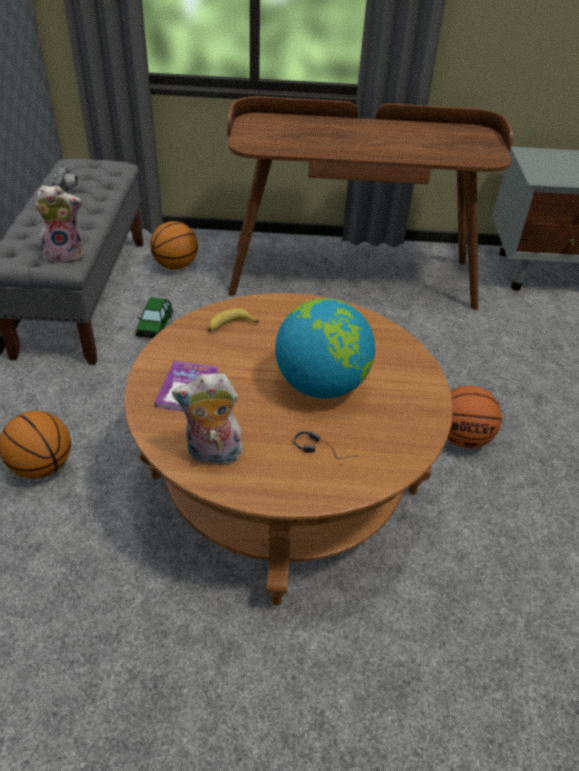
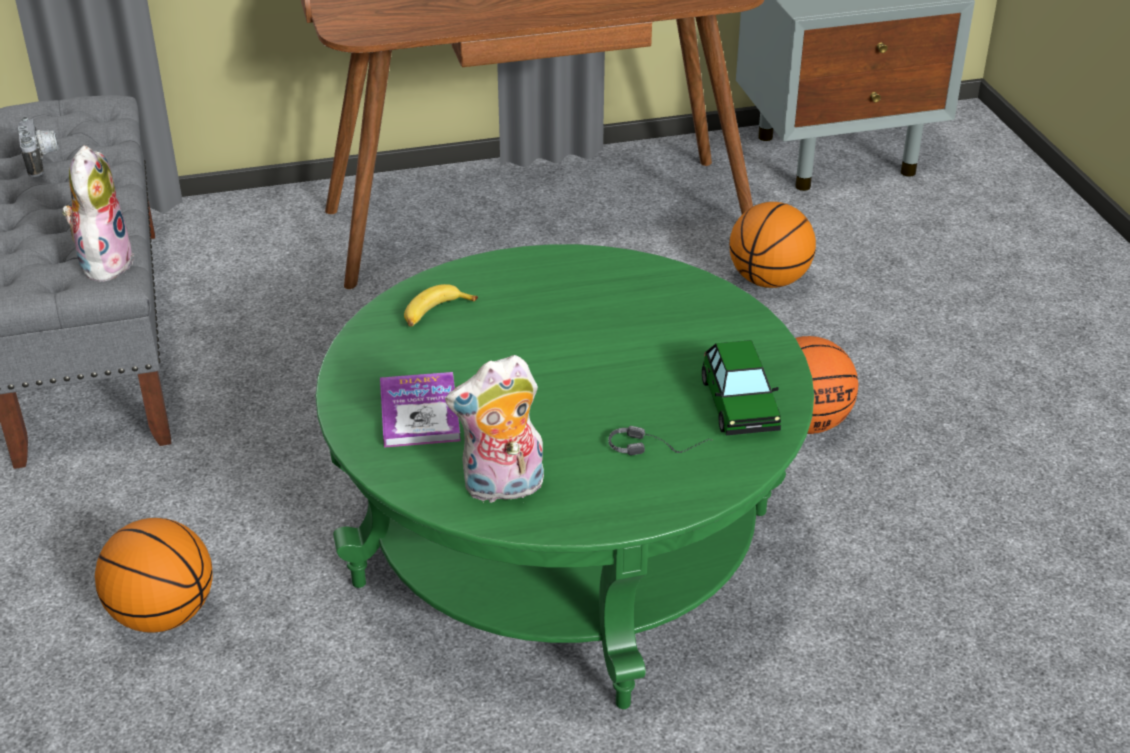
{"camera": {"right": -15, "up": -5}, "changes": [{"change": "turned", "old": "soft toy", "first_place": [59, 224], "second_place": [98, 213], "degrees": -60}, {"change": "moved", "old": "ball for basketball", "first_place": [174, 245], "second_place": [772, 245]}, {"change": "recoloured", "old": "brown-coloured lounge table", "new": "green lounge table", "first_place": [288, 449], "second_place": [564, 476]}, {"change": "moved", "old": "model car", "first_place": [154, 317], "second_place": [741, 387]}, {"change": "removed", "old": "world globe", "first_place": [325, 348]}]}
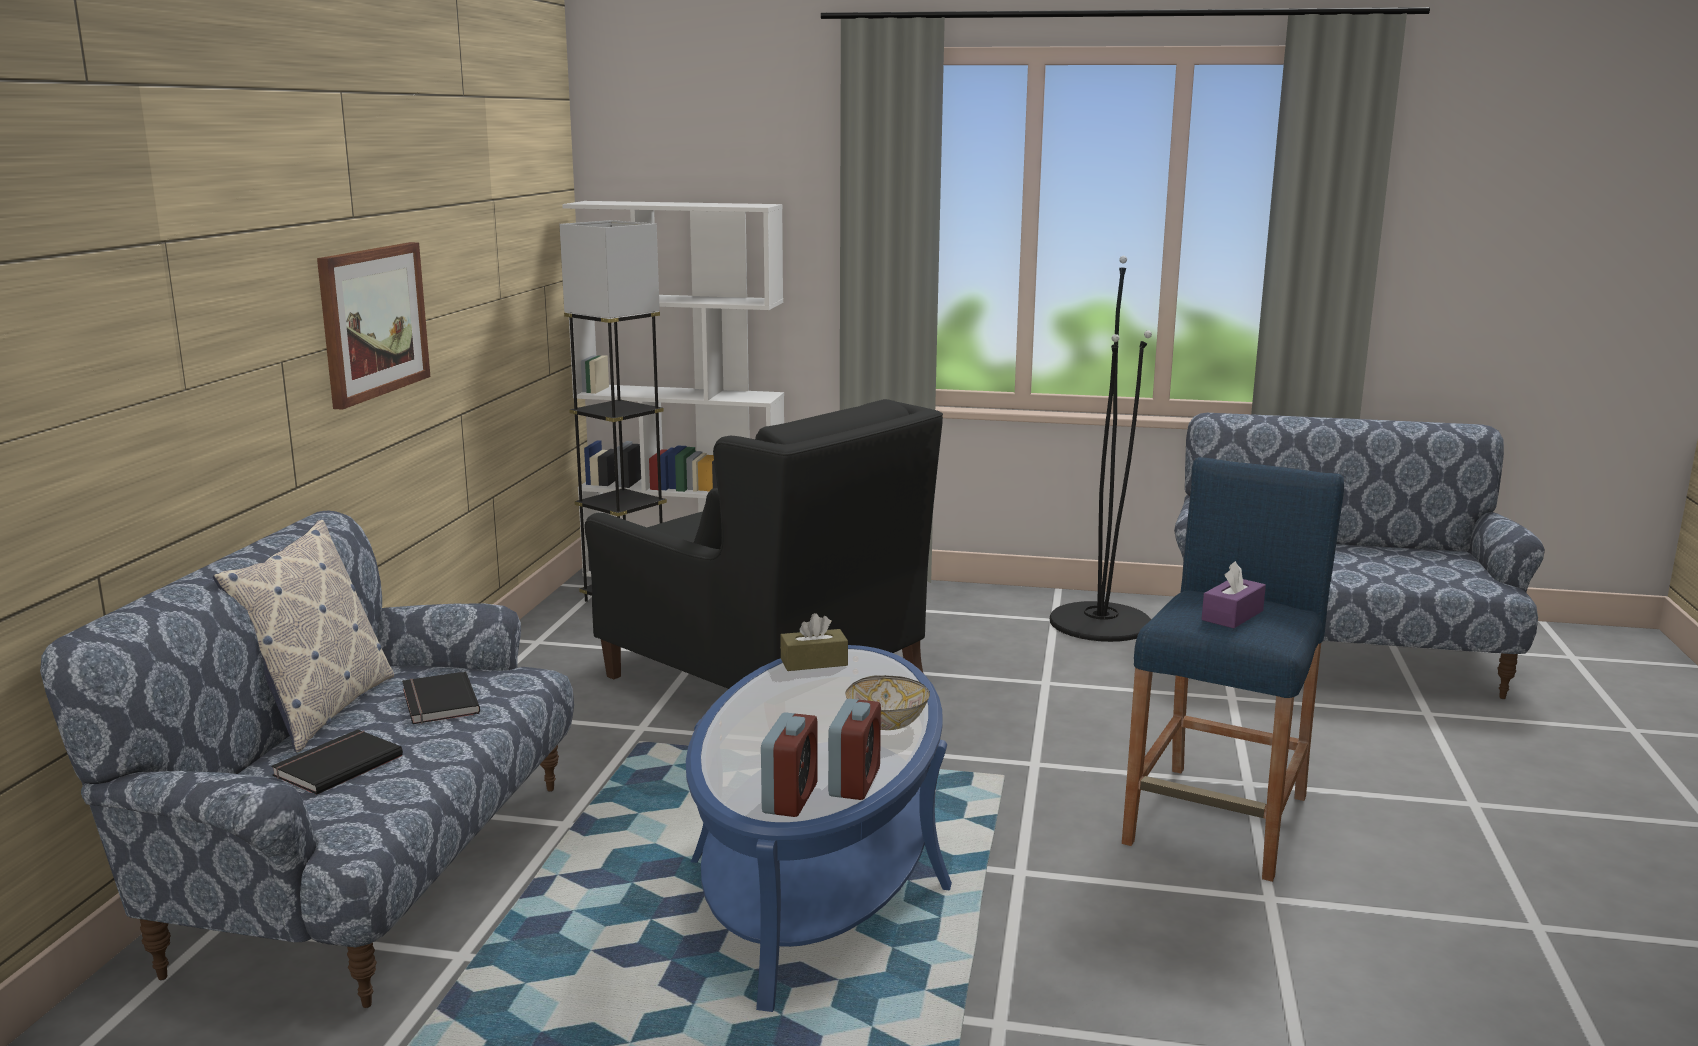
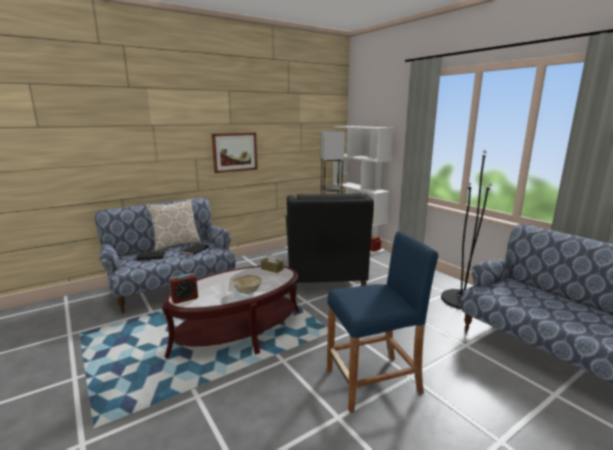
{"camera": {"right": 45, "up": 0}, "changes": [{"change": "removed", "old": "purplish tissue holder", "first_place": [1234, 594]}, {"change": "recoloured", "old": "bluish lounge table", "new": "brown-coloured lounge table", "first_place": [819, 828], "second_place": [231, 312]}, {"change": "removed", "old": "alarm clock", "first_place": [854, 749]}]}
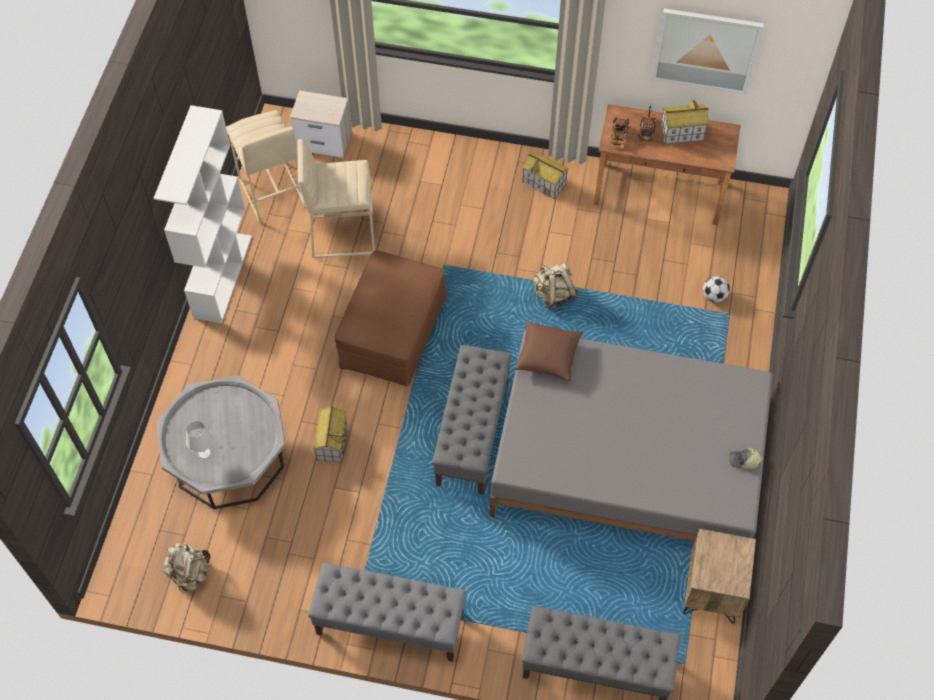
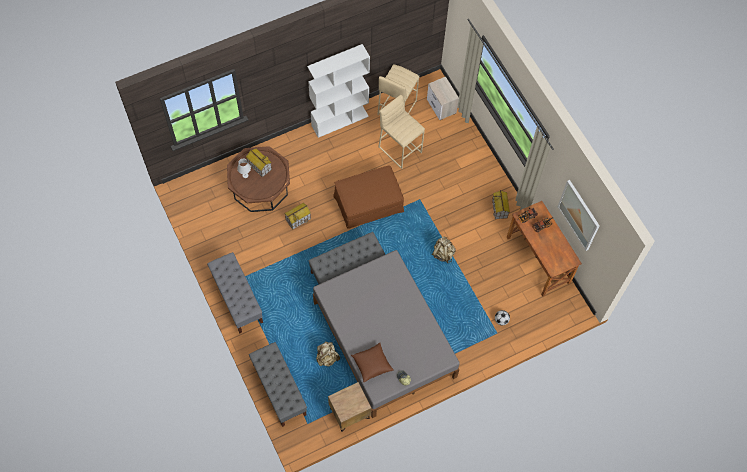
{"camera": {"right": 50, "up": 5}, "changes": [{"change": "moved", "old": "model house", "first_place": [684, 121], "second_place": [259, 163]}, {"change": "moved", "old": "brown-coloured cushion", "first_place": [548, 351], "second_place": [372, 362]}, {"change": "recoloured", "old": "grey lounge table", "new": "brown-coloured lounge table", "first_place": [221, 442], "second_place": [258, 179]}, {"change": "moved", "old": "beige-coloured knapsack", "first_place": [186, 567], "second_place": [328, 354]}]}
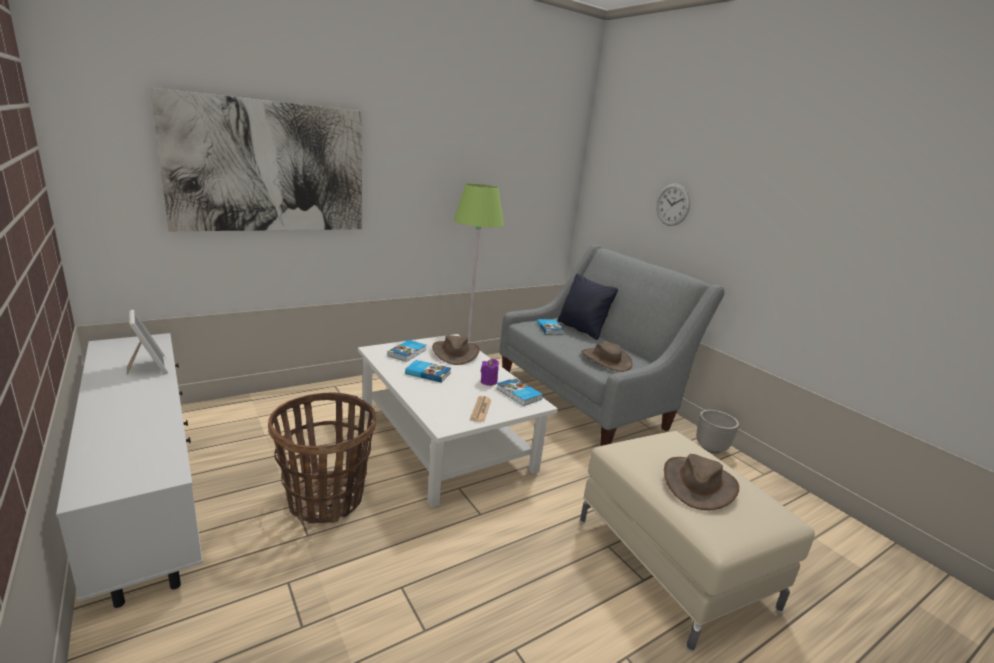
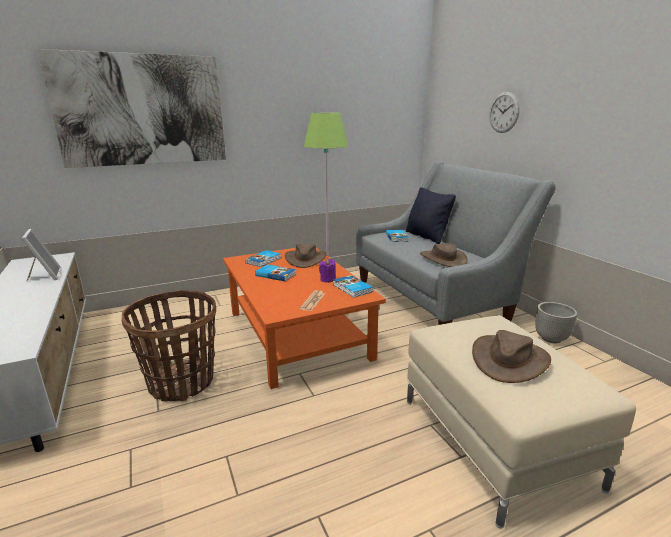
{"camera": {"right": 10, "up": 0}, "changes": [{"change": "recoloured", "old": "whitish lounge table", "new": "orange-coloured lounge table", "first_place": [458, 420], "second_place": [304, 318]}]}
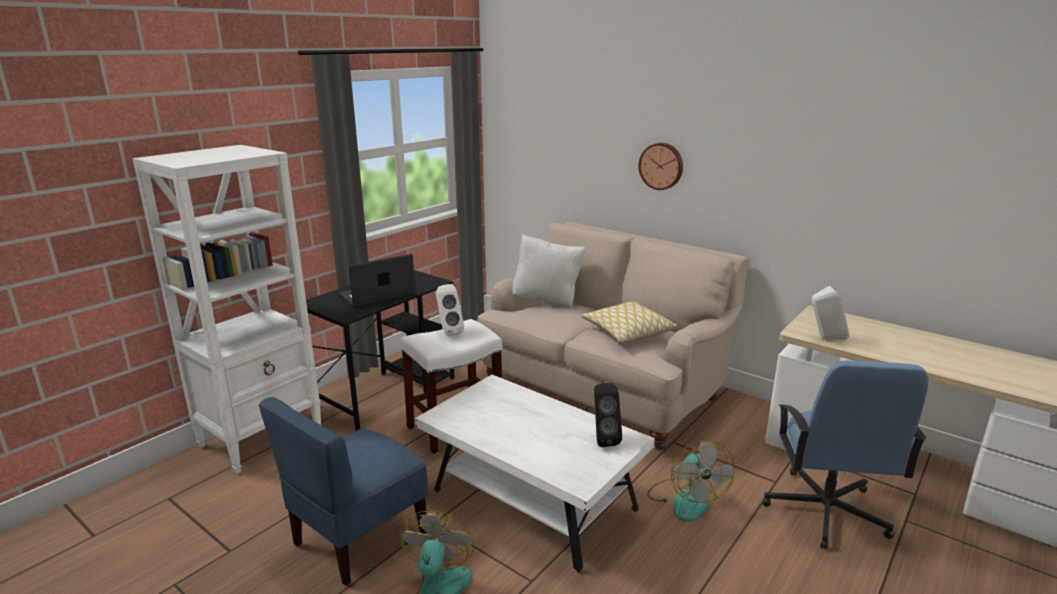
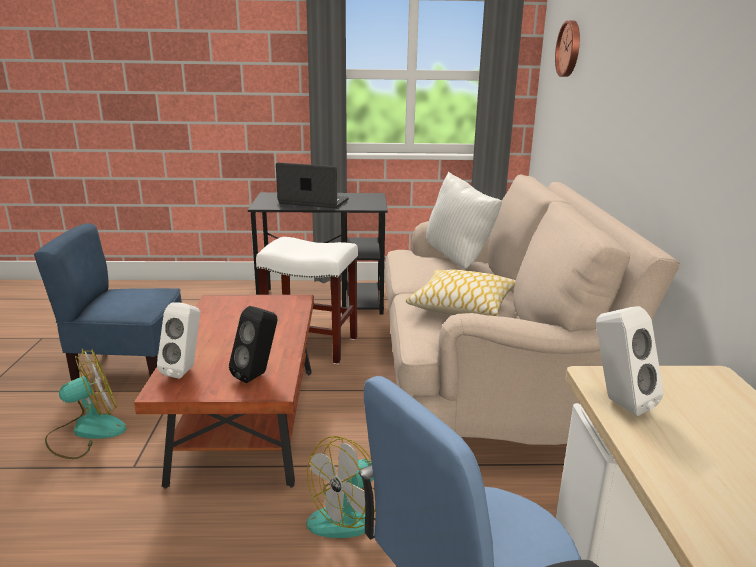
{"camera": {"right": 50, "up": 0}, "changes": [{"change": "moved", "old": "hanging clock", "first_place": [660, 166], "second_place": [567, 48]}, {"change": "removed", "old": "whitish shelving unit", "first_place": [227, 309]}, {"change": "moved", "old": "whitish speaker", "first_place": [450, 310], "second_place": [178, 340]}, {"change": "recoloured", "old": "whitish lounge table", "new": "brown-coloured lounge table", "first_place": [535, 473], "second_place": [224, 392]}]}
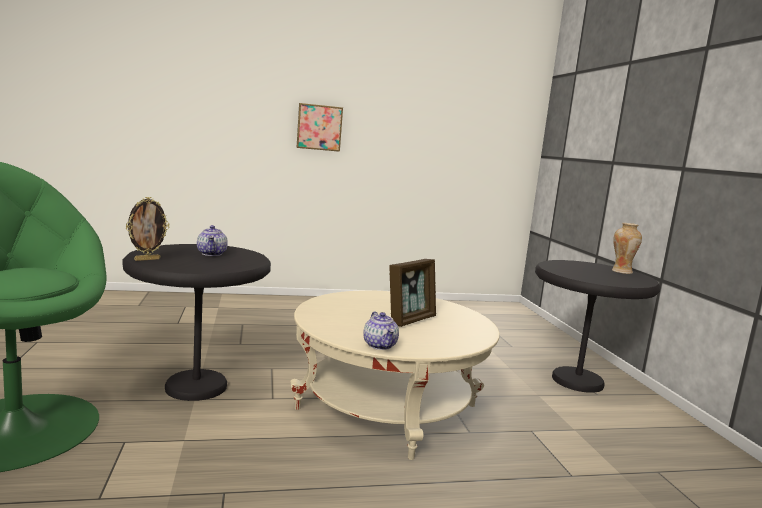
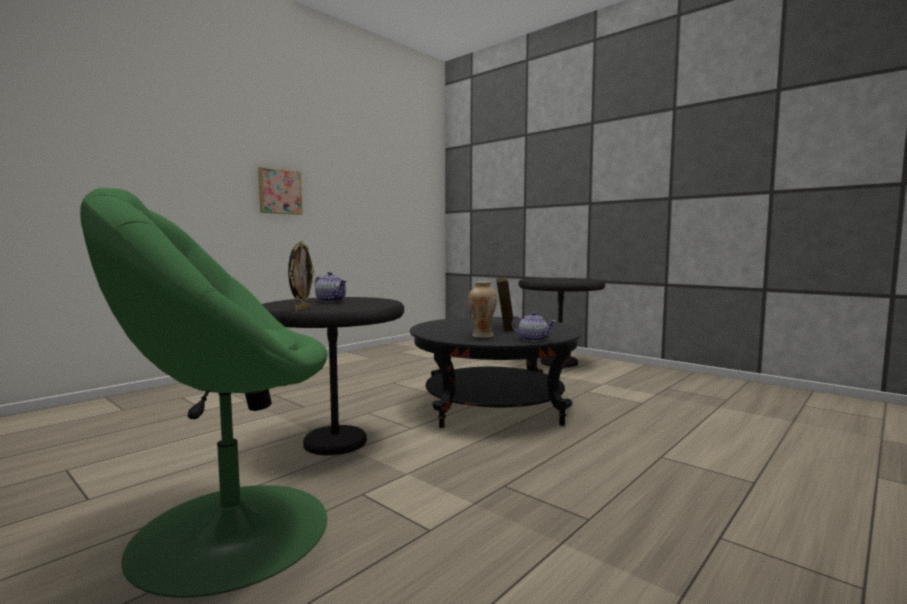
{"camera": {"right": -35, "up": -5}, "changes": [{"change": "moved", "old": "flower vase", "first_place": [627, 248], "second_place": [482, 309]}, {"change": "recoloured", "old": "beige-coloured lounge table", "new": "blackish lounge table", "first_place": [395, 375], "second_place": [496, 372]}]}
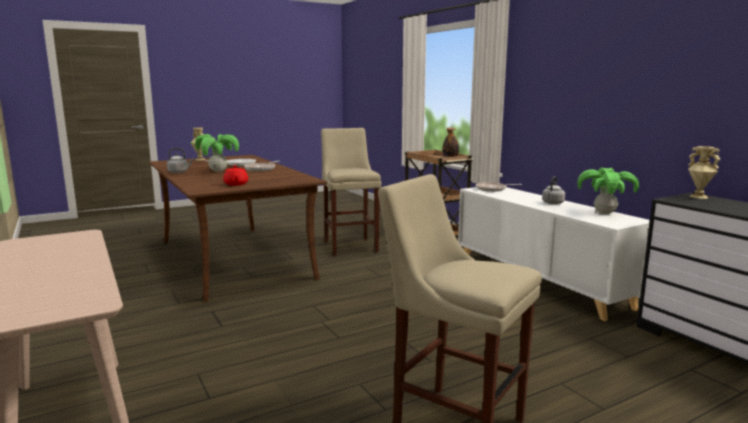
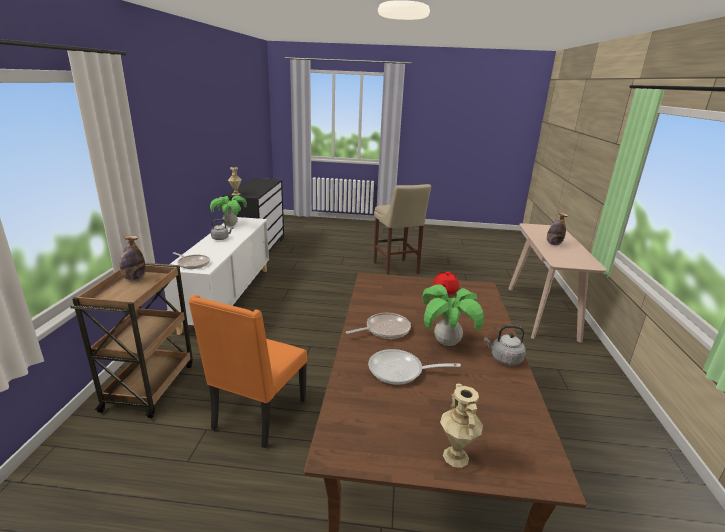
{"camera": {"right": -145, "up": 10}, "changes": [{"change": "replaced", "old": "beige-coloured stool", "new": "orange-coloured plain chair", "first_place": [351, 192], "second_place": [247, 371]}, {"change": "added", "new": "bottle", "second_place": [557, 229]}]}
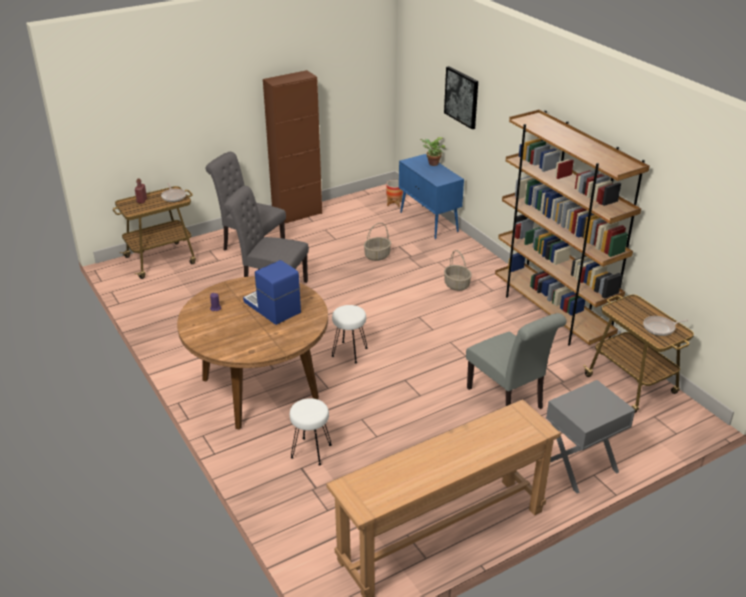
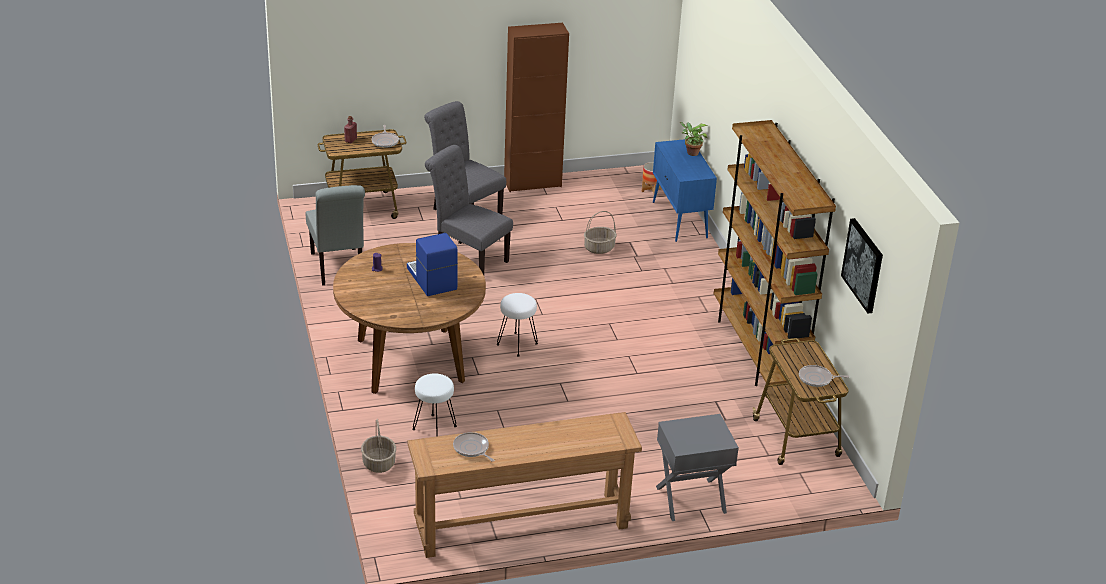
{"camera": {"right": 15, "up": 0}, "changes": [{"change": "moved", "old": "picture", "first_place": [461, 97], "second_place": [862, 265]}, {"change": "moved", "old": "household basket", "first_place": [458, 270], "second_place": [378, 446]}, {"change": "moved", "old": "grey plain chair", "first_place": [516, 361], "second_place": [335, 235]}, {"change": "added", "new": "pan", "second_place": [473, 447]}]}
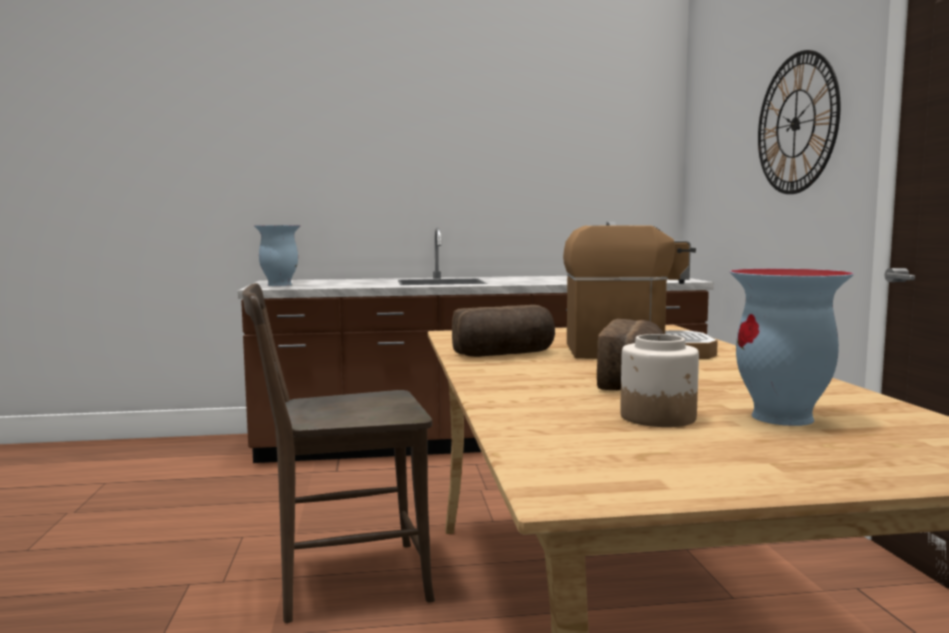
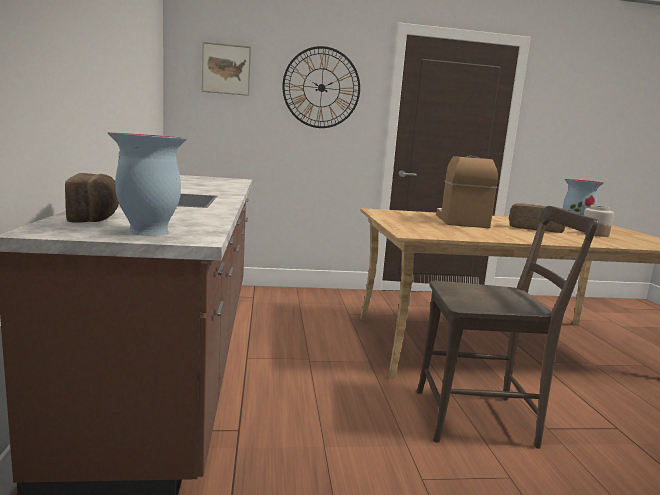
{"camera": {"right": -90, "up": 5}, "changes": [{"change": "turned", "old": "brown-coloured plain chair", "first_place": [338, 453], "second_place": [507, 327], "degrees": -75}, {"change": "moved", "old": "bakery bread", "first_place": [503, 331], "second_place": [92, 197]}, {"change": "added", "new": "picture", "second_place": [226, 69]}]}
